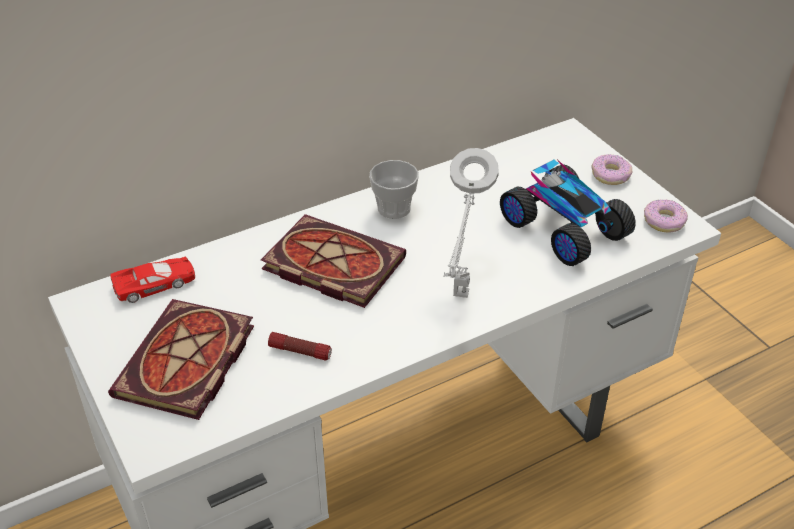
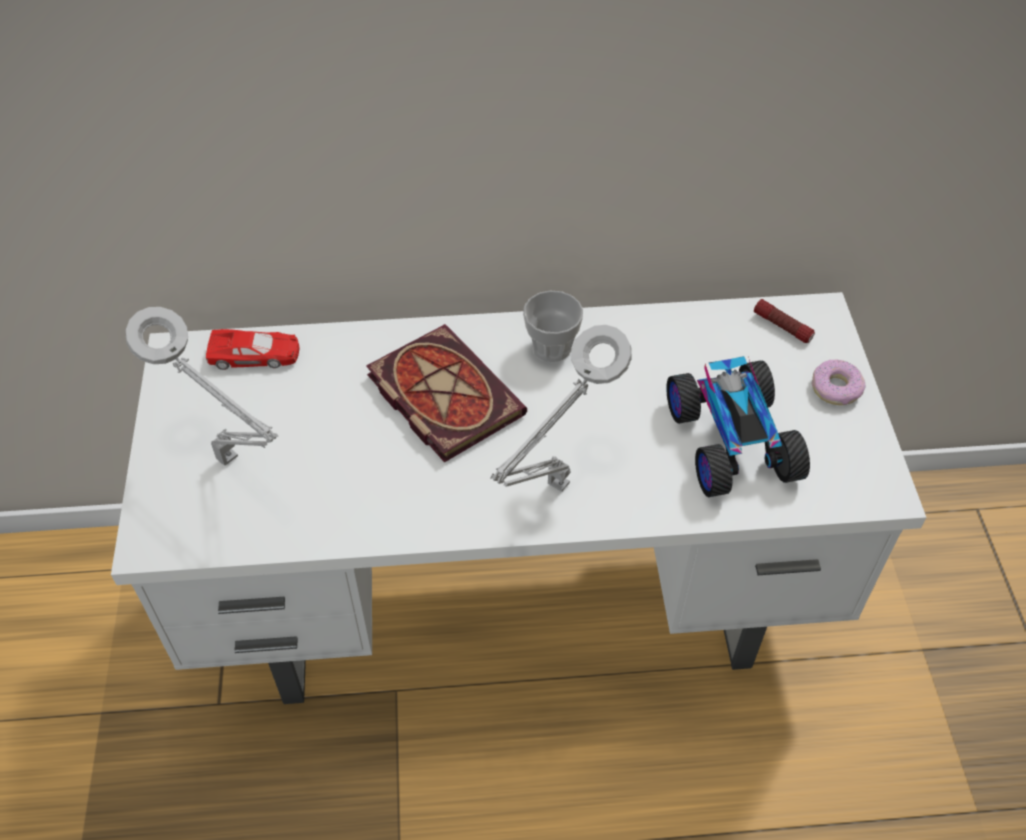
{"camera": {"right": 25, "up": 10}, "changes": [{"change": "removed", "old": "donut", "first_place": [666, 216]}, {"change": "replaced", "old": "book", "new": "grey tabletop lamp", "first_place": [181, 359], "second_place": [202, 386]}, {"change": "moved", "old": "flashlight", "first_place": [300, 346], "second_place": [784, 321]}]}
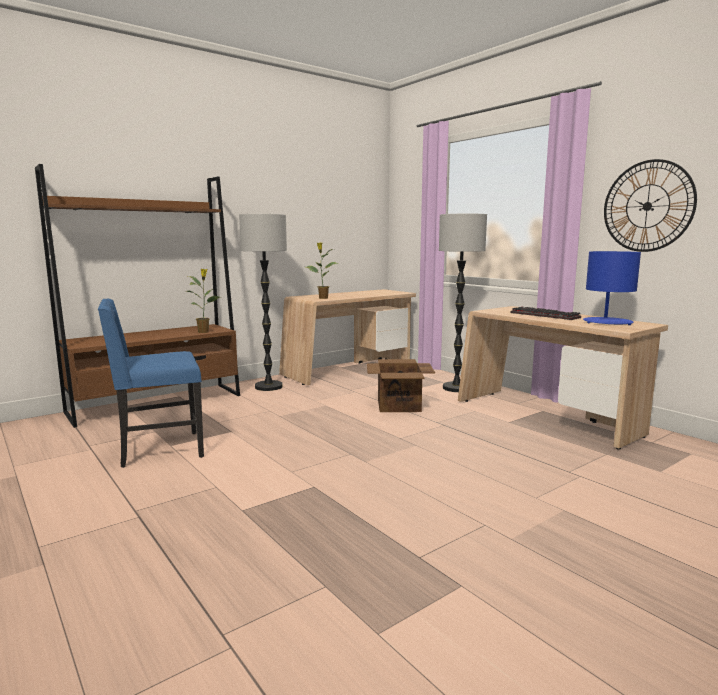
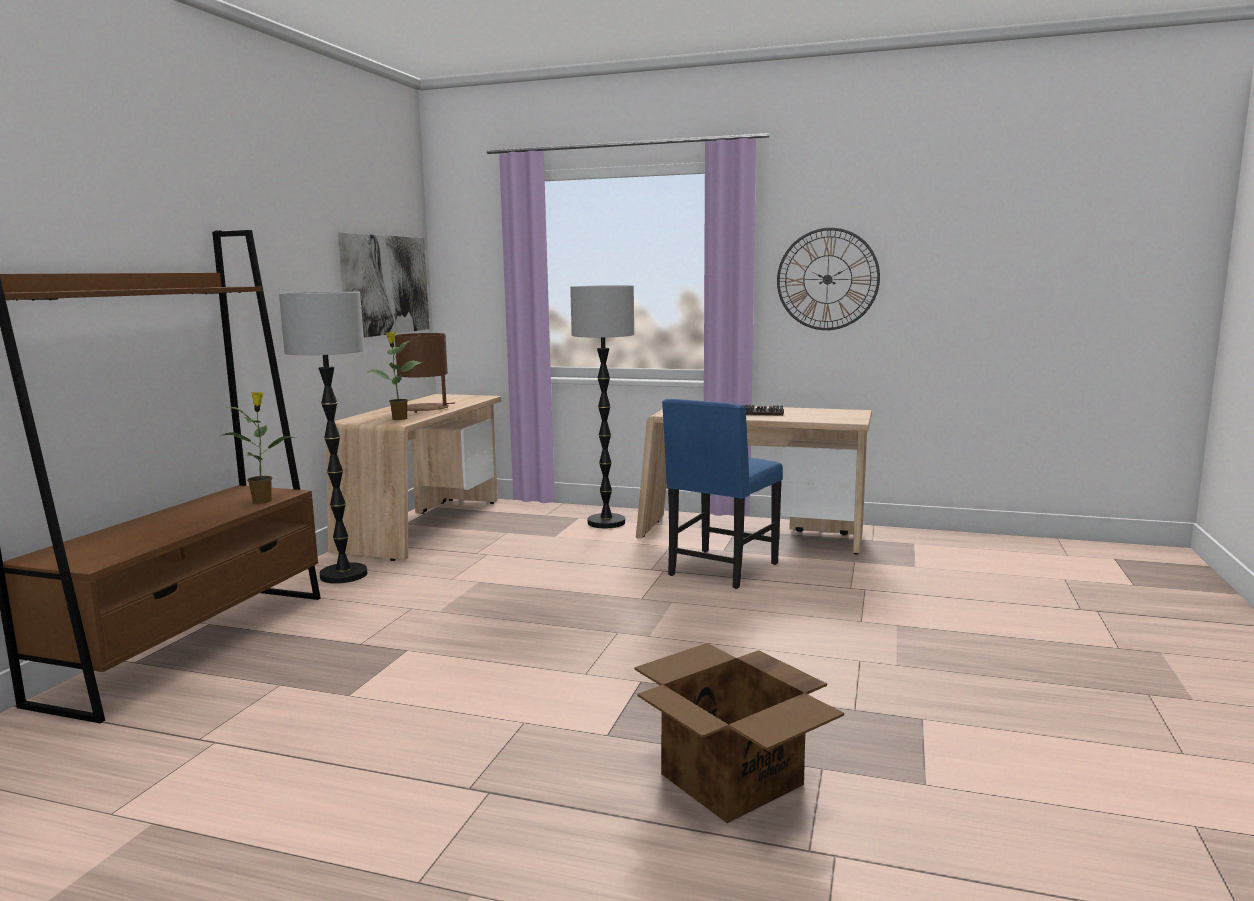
{"camera": {"right": -35, "up": 0}, "changes": [{"change": "removed", "old": "bluish tabletop lamp", "first_place": [612, 288]}, {"change": "moved", "old": "bluish plain chair", "first_place": [151, 383], "second_place": [722, 494]}, {"change": "moved", "old": "carton", "first_place": [401, 385], "second_place": [739, 733]}, {"change": "added", "new": "picture", "second_place": [384, 285]}, {"change": "added", "new": "brown-coloured tabletop lamp", "second_place": [425, 373]}]}
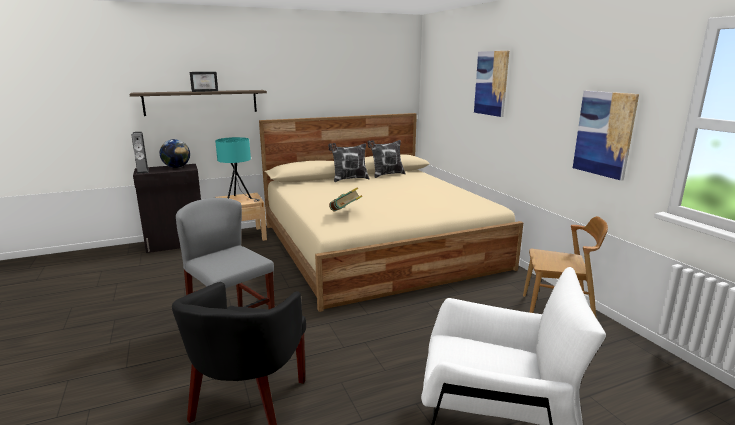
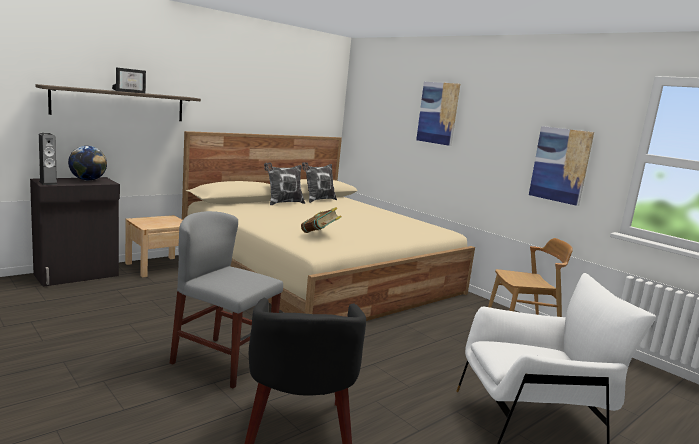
{"camera": {"right": -20, "up": -5}, "changes": [{"change": "removed", "old": "turquoise-coloured tabletop lamp", "first_place": [237, 169]}]}
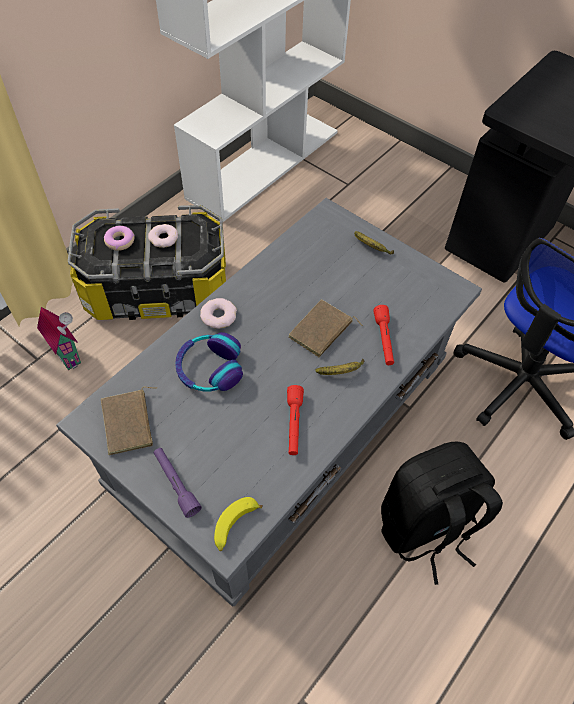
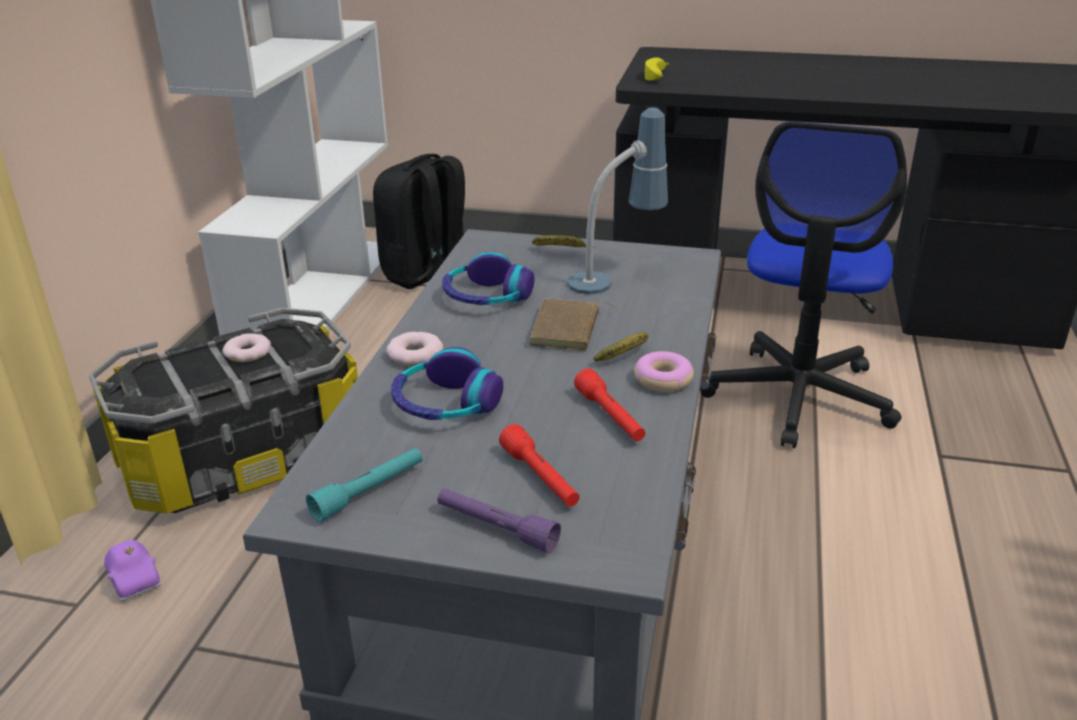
{"camera": {"right": -25, "up": -25}, "changes": [{"change": "moved", "old": "donut", "first_place": [119, 238], "second_place": [664, 371]}, {"change": "moved", "old": "red flashlight", "first_place": [383, 335], "second_place": [539, 465]}, {"change": "replaced", "old": "model house", "new": "purplish model car", "first_place": [59, 338], "second_place": [132, 570]}, {"change": "replaced", "old": "brown-coloured book", "new": "turquoise-coloured flashlight", "first_place": [129, 421], "second_place": [364, 485]}, {"change": "moved", "old": "blackish knapsack", "first_place": [442, 513], "second_place": [419, 221]}, {"change": "moved", "old": "banana", "first_place": [238, 524], "second_place": [657, 68]}, {"change": "added", "new": "tabletop lamp", "second_place": [617, 201]}, {"change": "added", "new": "headset", "second_place": [488, 278]}]}
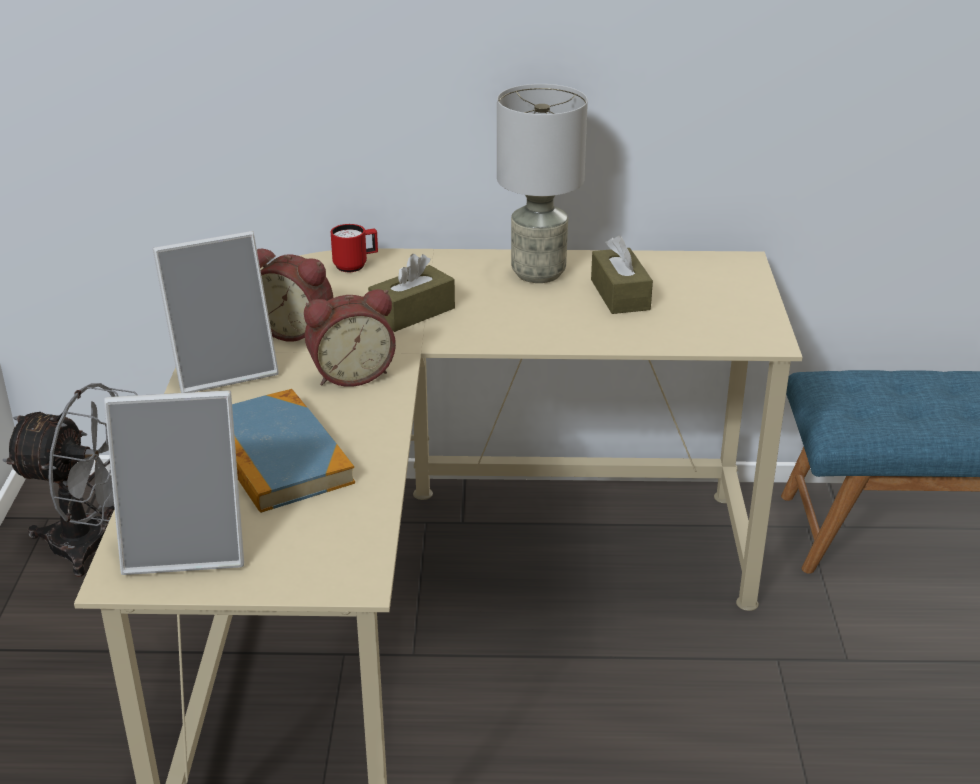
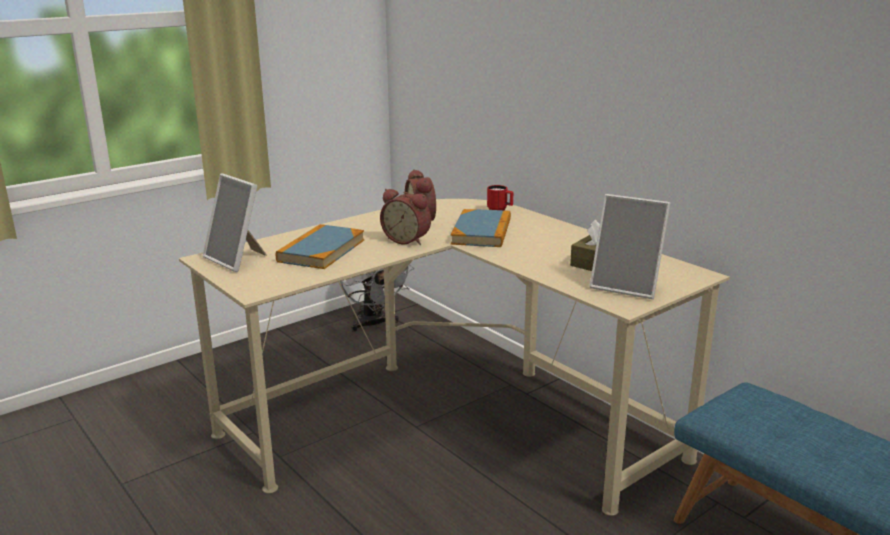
{"camera": {"right": 50, "up": -10}, "changes": [{"change": "removed", "old": "grey tabletop lamp", "first_place": [542, 183]}, {"change": "moved", "old": "picture frame", "first_place": [216, 312], "second_place": [629, 246]}, {"change": "replaced", "old": "brown-coloured tissue holder", "new": "book", "first_place": [411, 293], "second_place": [481, 228]}]}
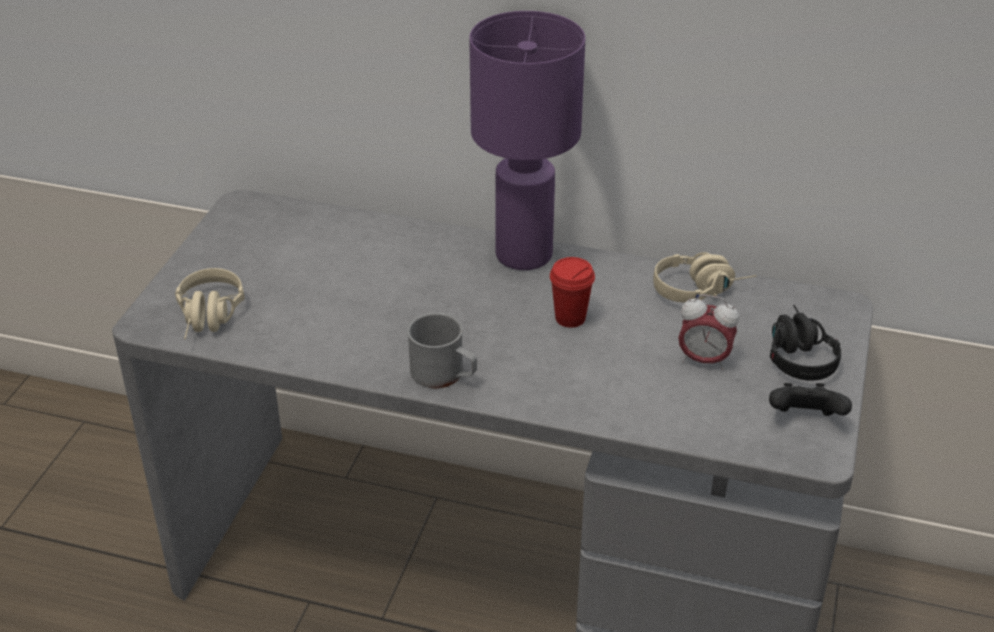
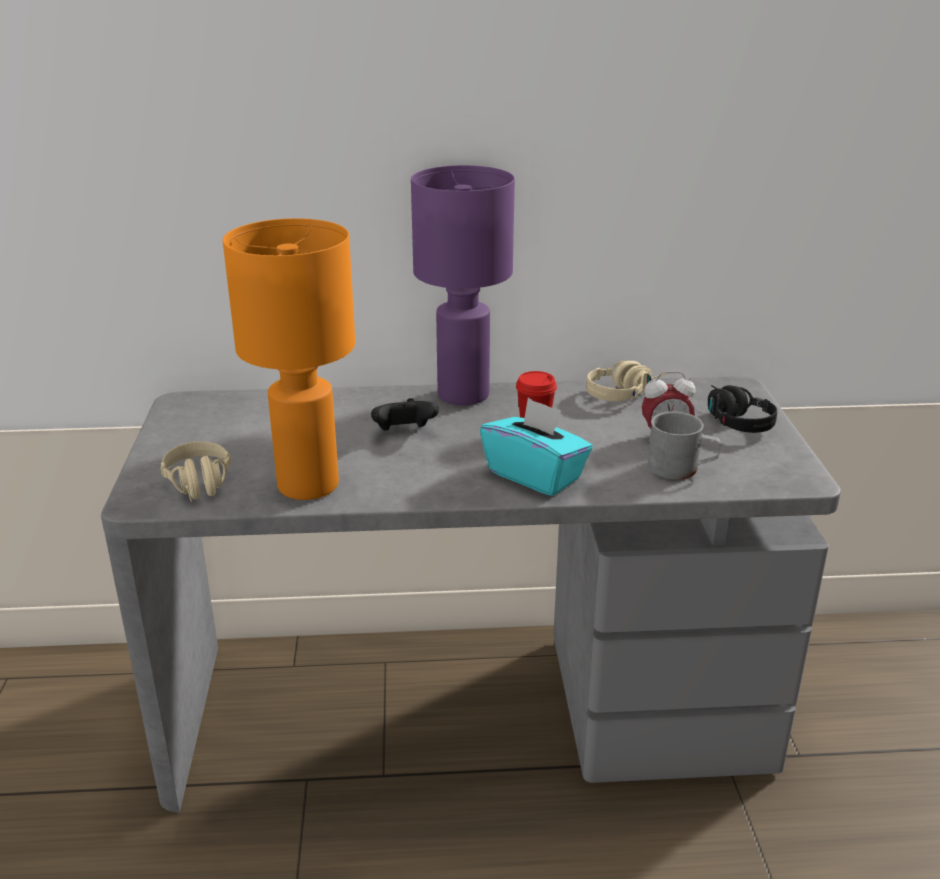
{"camera": {"right": -20, "up": -10}, "changes": [{"change": "moved", "old": "grey coffee mug", "first_place": [442, 350], "second_place": [684, 446]}, {"change": "moved", "old": "blackish game controller", "first_place": [810, 399], "second_place": [405, 414]}, {"change": "added", "new": "orange-coloured tabletop lamp", "second_place": [289, 359]}, {"change": "added", "new": "turquoise-coloured tissue holder", "second_place": [536, 447]}]}
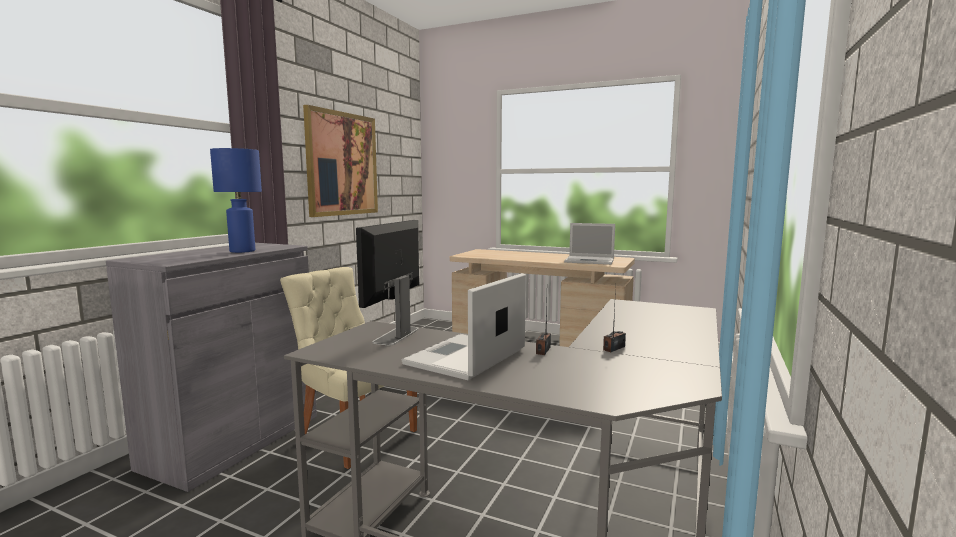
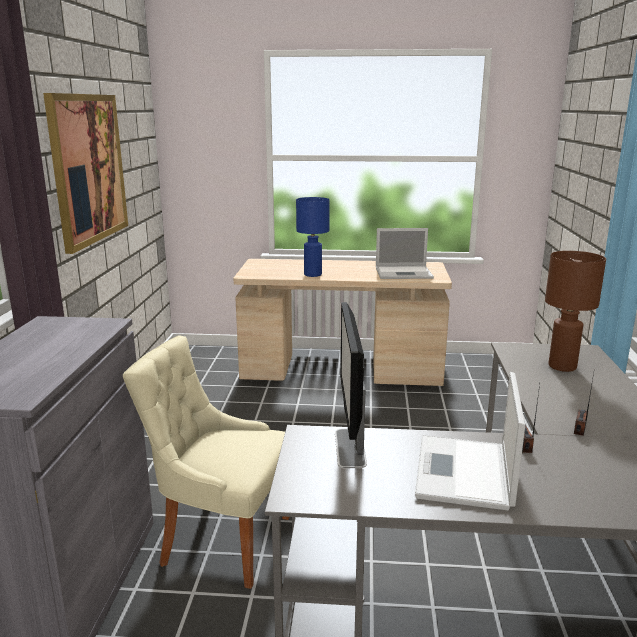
{"camera": {"right": -20, "up": 10}, "changes": [{"change": "moved", "old": "bluish tabletop lamp", "first_place": [236, 200], "second_place": [313, 237]}, {"change": "added", "new": "brown-coloured tabletop lamp", "second_place": [575, 311]}]}
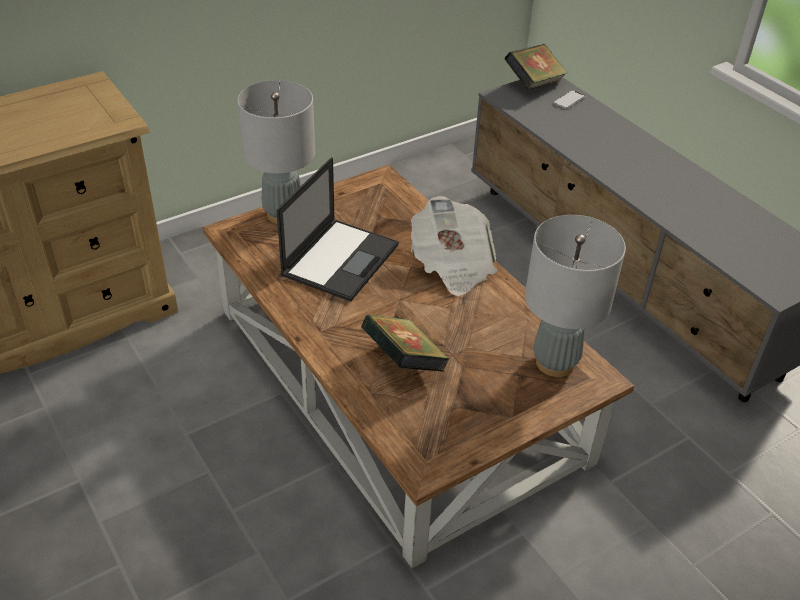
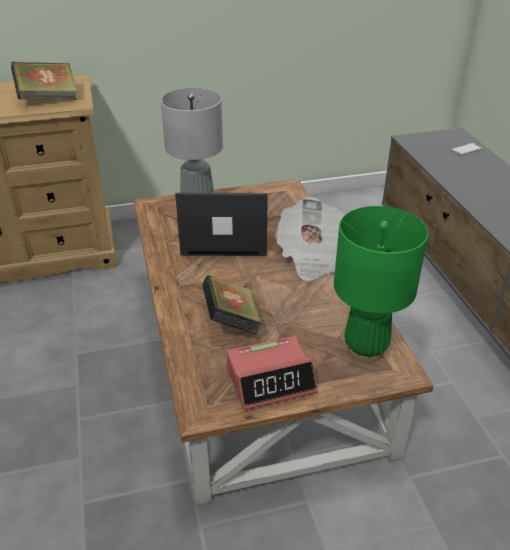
{"camera": {"right": 20, "up": -5}, "changes": [{"change": "moved", "old": "book", "first_place": [536, 67], "second_place": [44, 81]}, {"change": "turned", "old": "laptop", "first_place": [337, 229], "second_place": [221, 224], "degrees": -135}, {"change": "recoloured", "old": "grey tabletop lamp", "new": "green tabletop lamp", "first_place": [575, 296], "second_place": [381, 284]}, {"change": "added", "new": "alarm clock", "second_place": [272, 373]}]}
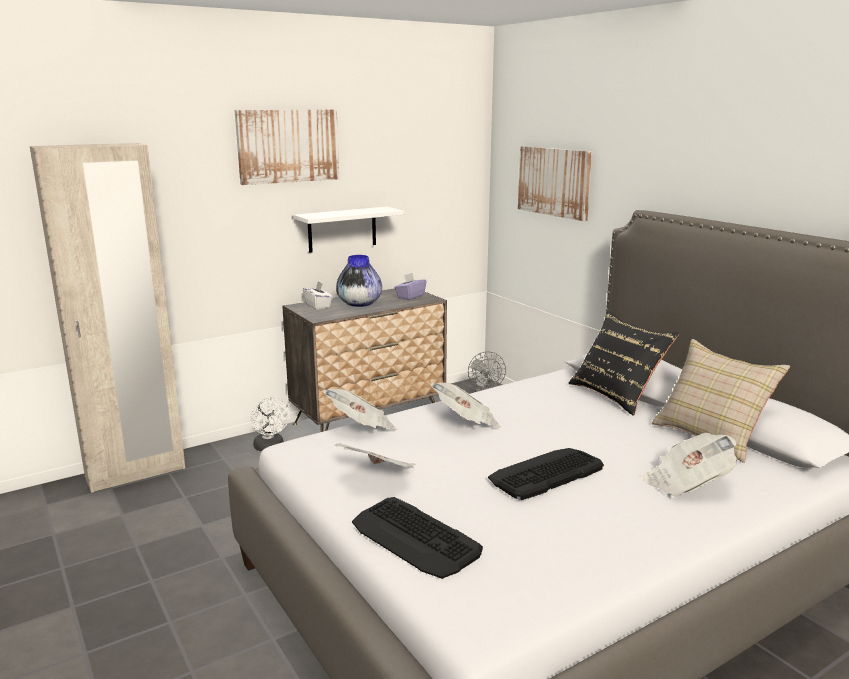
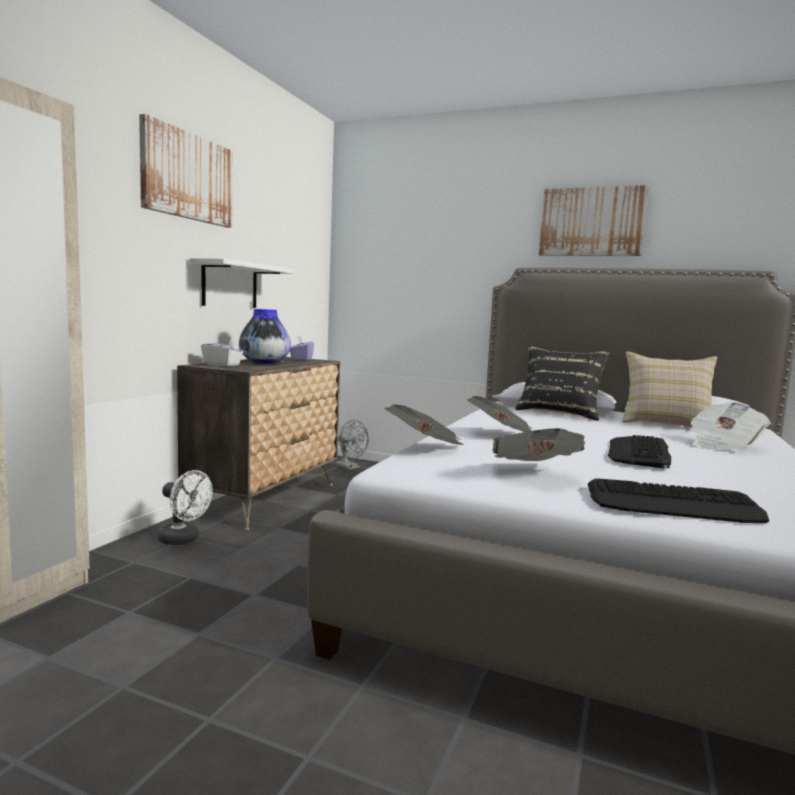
{"camera": {"right": -35, "up": -10}, "changes": [{"change": "moved", "old": "picture", "first_place": [555, 183], "second_place": [594, 220]}]}
